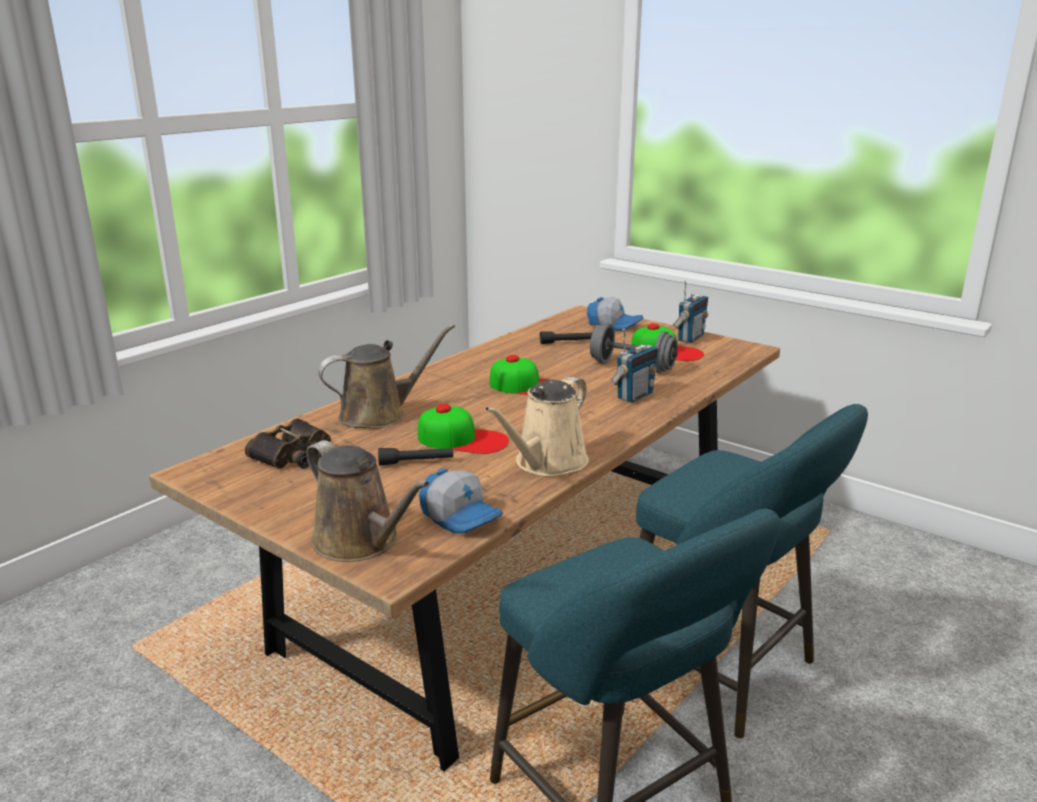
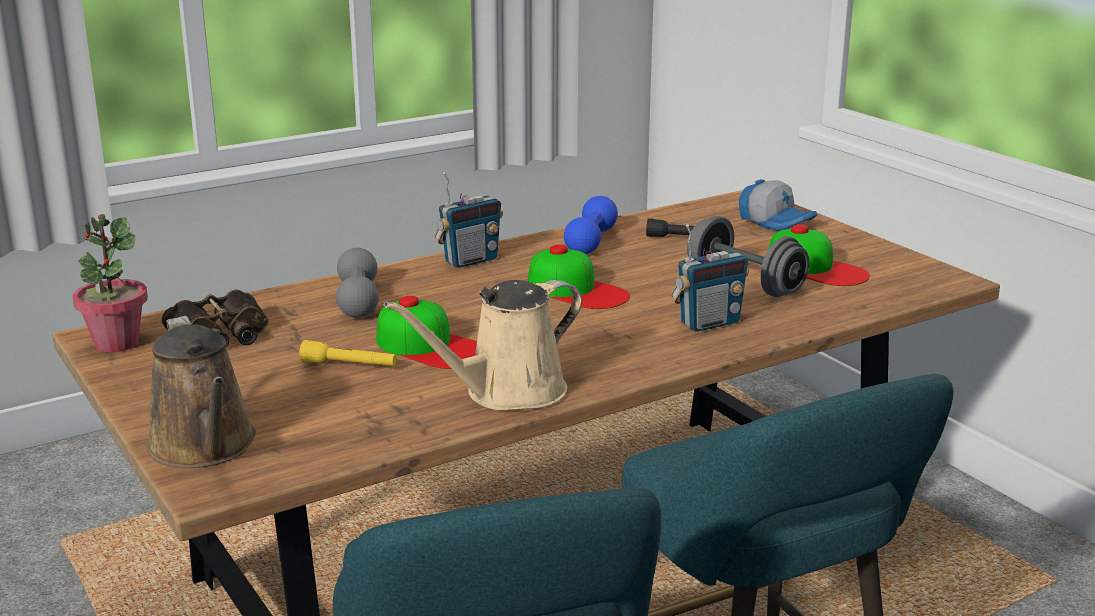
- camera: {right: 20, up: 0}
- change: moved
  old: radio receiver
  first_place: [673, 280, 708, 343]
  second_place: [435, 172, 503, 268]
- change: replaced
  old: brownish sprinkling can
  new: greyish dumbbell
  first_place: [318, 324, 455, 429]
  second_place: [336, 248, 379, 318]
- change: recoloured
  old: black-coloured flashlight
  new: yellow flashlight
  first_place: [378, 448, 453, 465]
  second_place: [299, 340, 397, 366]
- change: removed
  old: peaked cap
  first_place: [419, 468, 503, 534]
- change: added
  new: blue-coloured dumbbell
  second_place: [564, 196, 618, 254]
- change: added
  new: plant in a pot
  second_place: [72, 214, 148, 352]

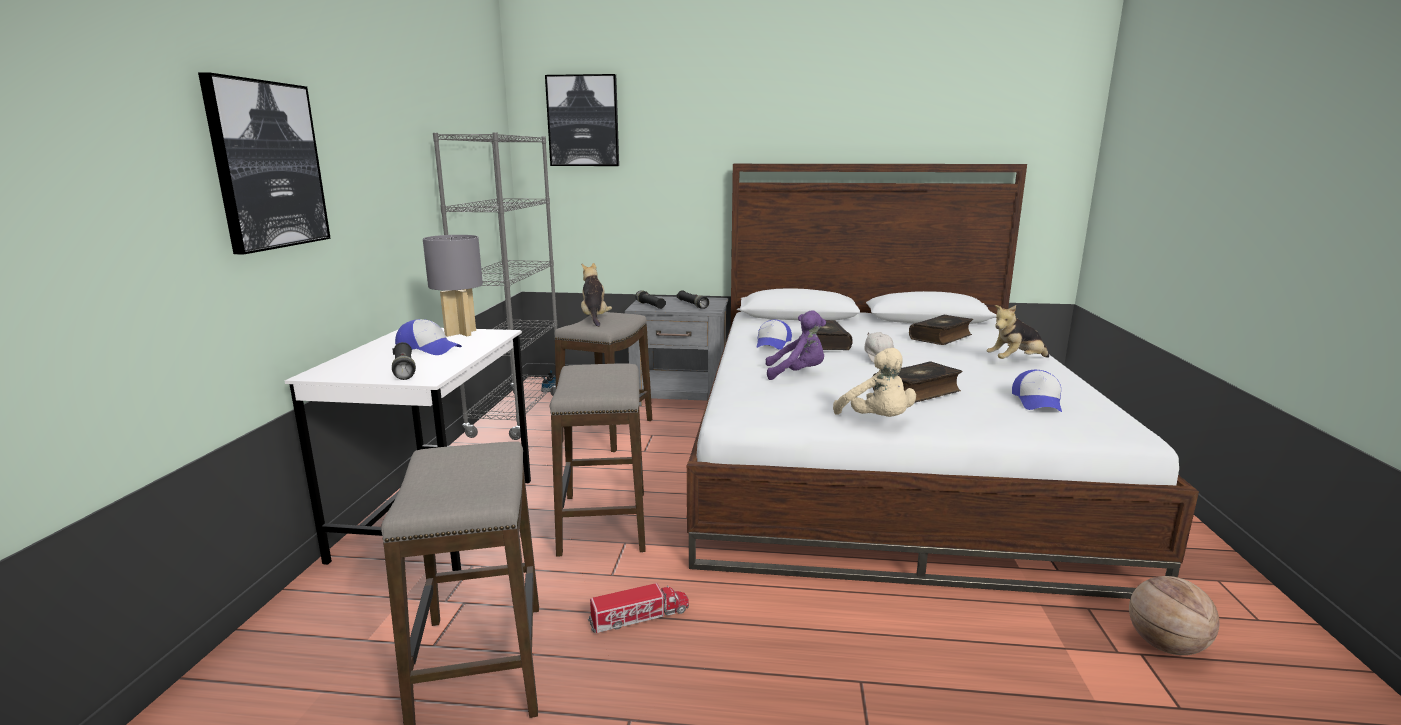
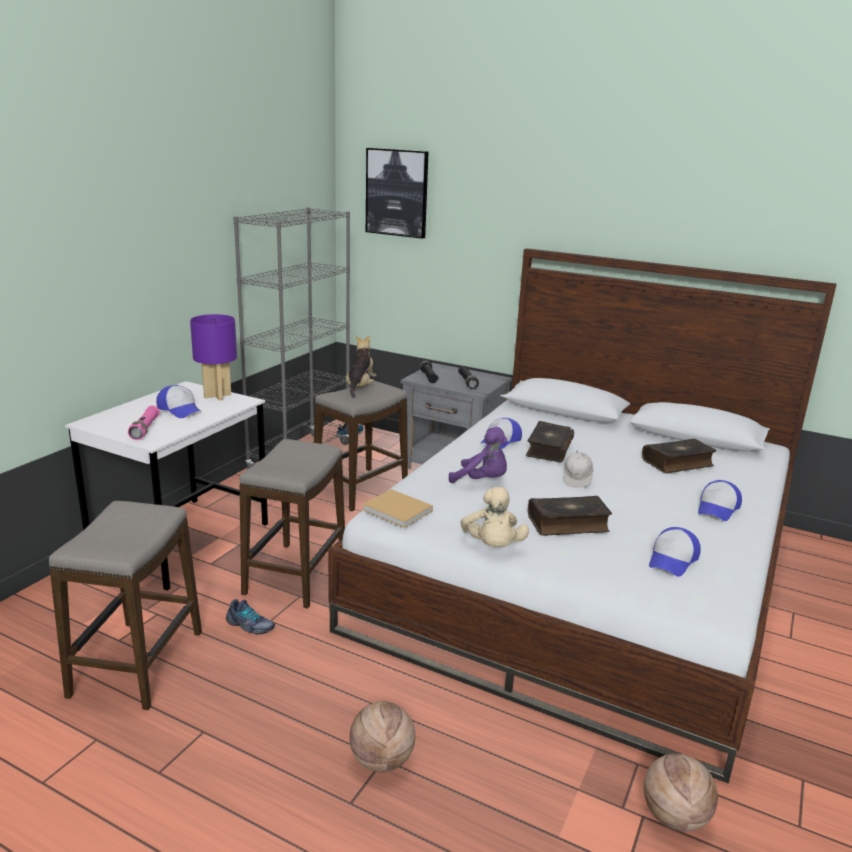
- camera: {right: 20, up: 5}
- change: removed
  old: picture
  first_place: [198, 72, 331, 254]
- change: recoloured
  old: greyish table lamp
  new: purplish table lamp
  first_place: [423, 235, 483, 337]
  second_place: [190, 314, 237, 400]
- change: replaced
  old: plush toy
  new: peaked cap
  first_place: [987, 305, 1049, 359]
  second_place: [698, 480, 742, 521]
- change: recoloured
  old: black-coloured flashlight
  new: pink-coloured flashlight
  first_place: [392, 342, 416, 380]
  second_place: [128, 406, 160, 440]
- change: removed
  old: toy truck
  first_place: [588, 583, 689, 633]
- change: added
  new: sand-coloured book
  second_place: [362, 489, 433, 528]
- change: added
  new: item of footwear
  second_place: [226, 599, 275, 634]
- change: added
  new: basketball
  second_place: [349, 701, 415, 772]

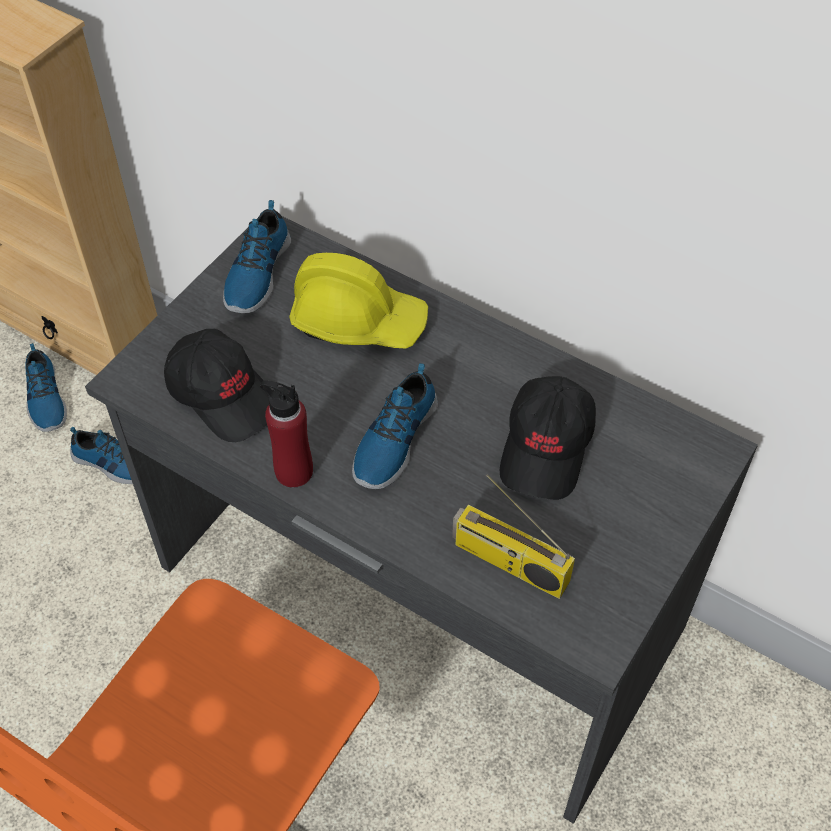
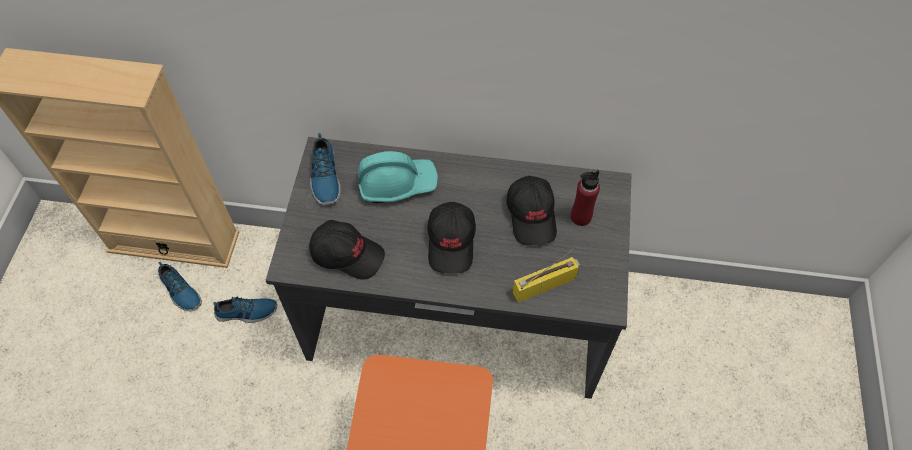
- camera: {right: -25, up: 5}
- change: recoloured
  old: yellow work helmet
  new: blue-green work helmet
  first_place: [289, 253, 428, 349]
  second_place: [358, 151, 438, 203]
- change: replaced
  old: item of footwear
  new: black-coloured peaked cap
  first_place: [352, 363, 438, 489]
  second_place: [427, 202, 476, 273]
- change: moved
  old: reddish bottle
  first_place: [260, 381, 313, 488]
  second_place: [571, 170, 600, 226]
- change: turned
  old: radio receiver
  first_place: [452, 474, 575, 599]
  second_place: [512, 249, 580, 303]
  degrees: 150

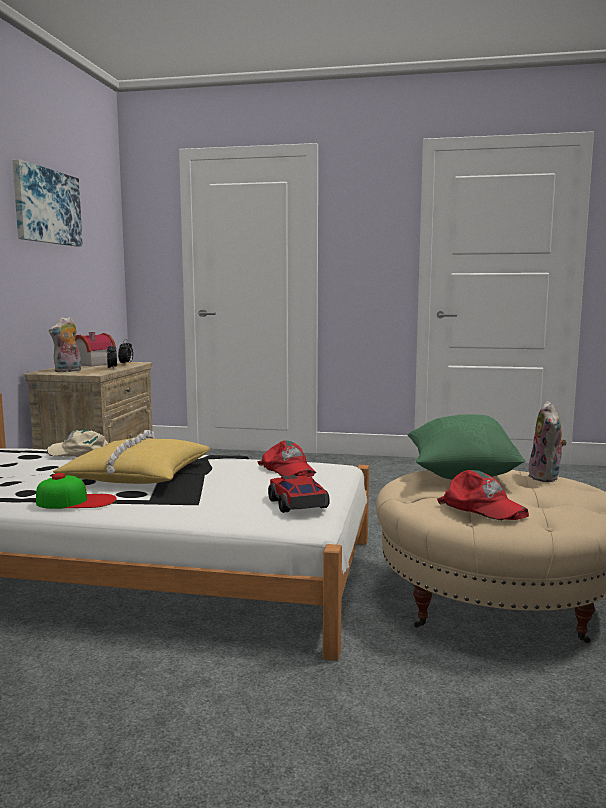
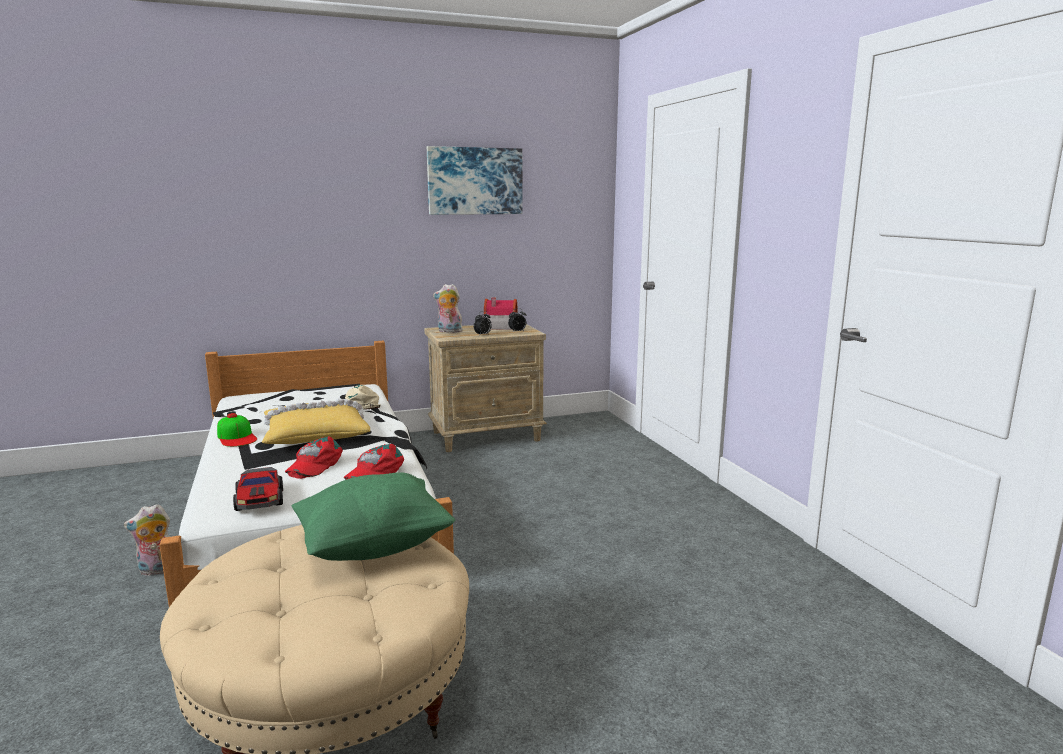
- camera: {right: 60, up: 5}
- change: moved
  old: plush toy
  first_place: [529, 401, 567, 482]
  second_place: [124, 504, 170, 576]
- change: moved
  old: reddish peaked cap
  first_place: [437, 470, 529, 520]
  second_place: [285, 437, 343, 479]
- change: turned
  old: toy car
  first_place: [268, 475, 330, 513]
  second_place: [233, 467, 283, 511]
  degrees: 120

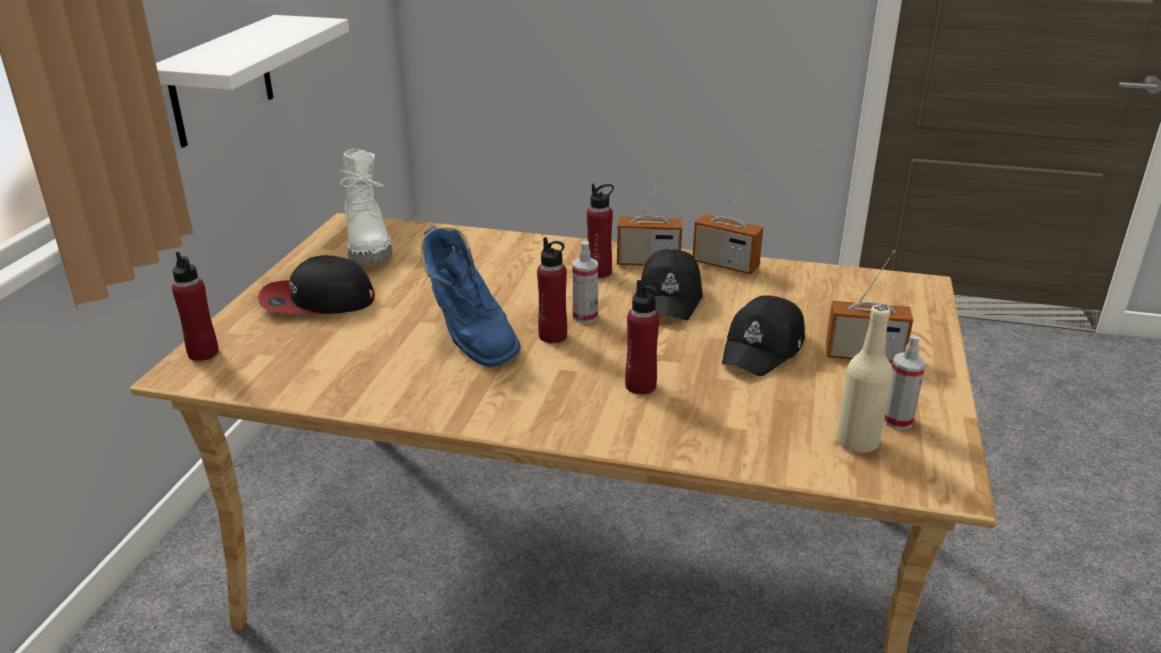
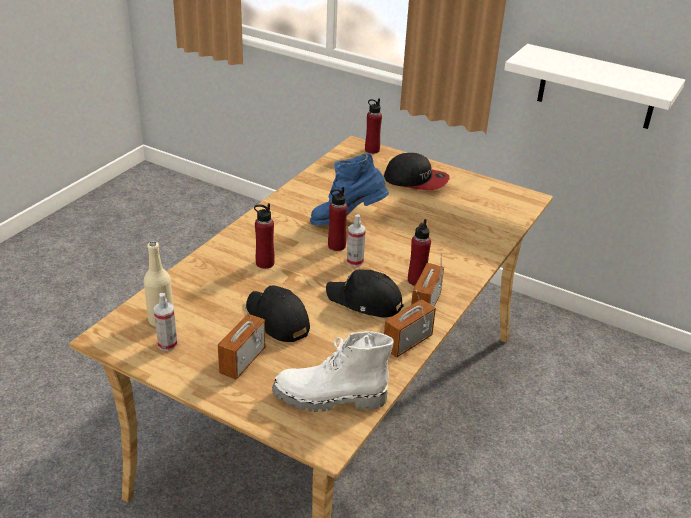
- camera: {right: 105, up: 5}
- change: moved
  old: white-coloured boot
  first_place: [338, 149, 392, 265]
  second_place: [272, 331, 394, 412]
- change: turned
  old: peaked cap
  first_place: [258, 255, 375, 314]
  second_place: [384, 153, 450, 190]
  degrees: 105

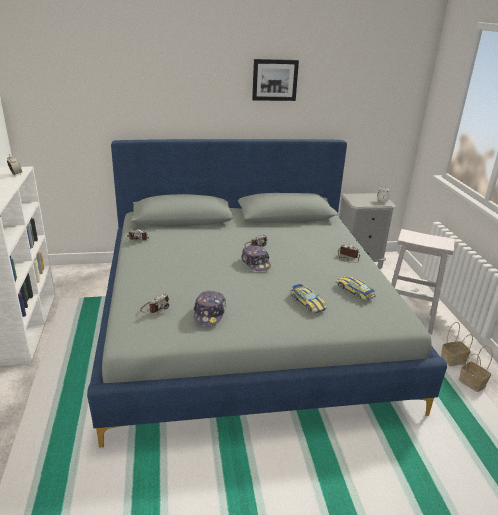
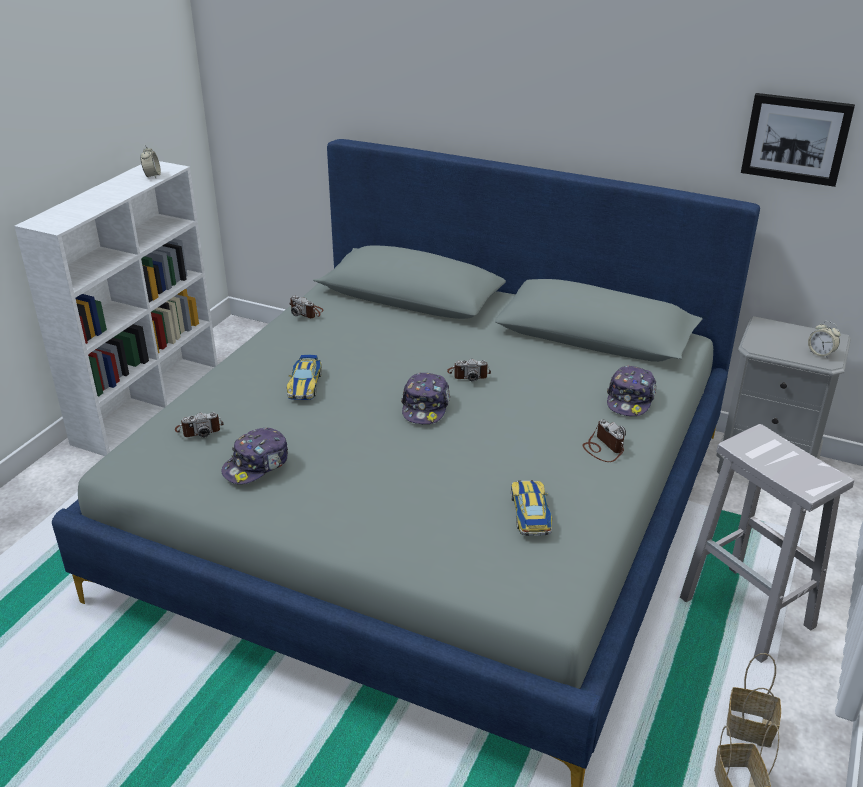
- camera: {right: 35, up: 5}
- change: moved
  old: picture
  first_place: [252, 59, 299, 101]
  second_place: [741, 93, 855, 187]
- change: moved
  old: toy car
  first_place: [290, 284, 327, 313]
  second_place: [287, 354, 322, 400]
- change: added
  new: peaked cap
  second_place: [607, 365, 656, 416]

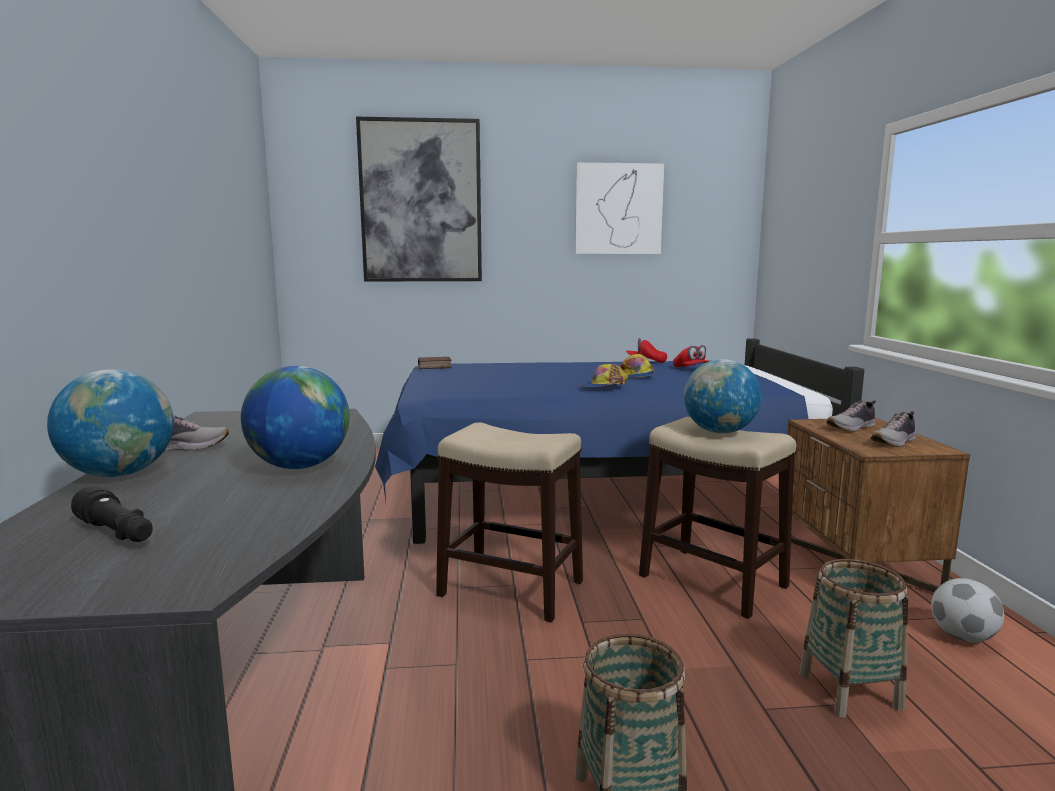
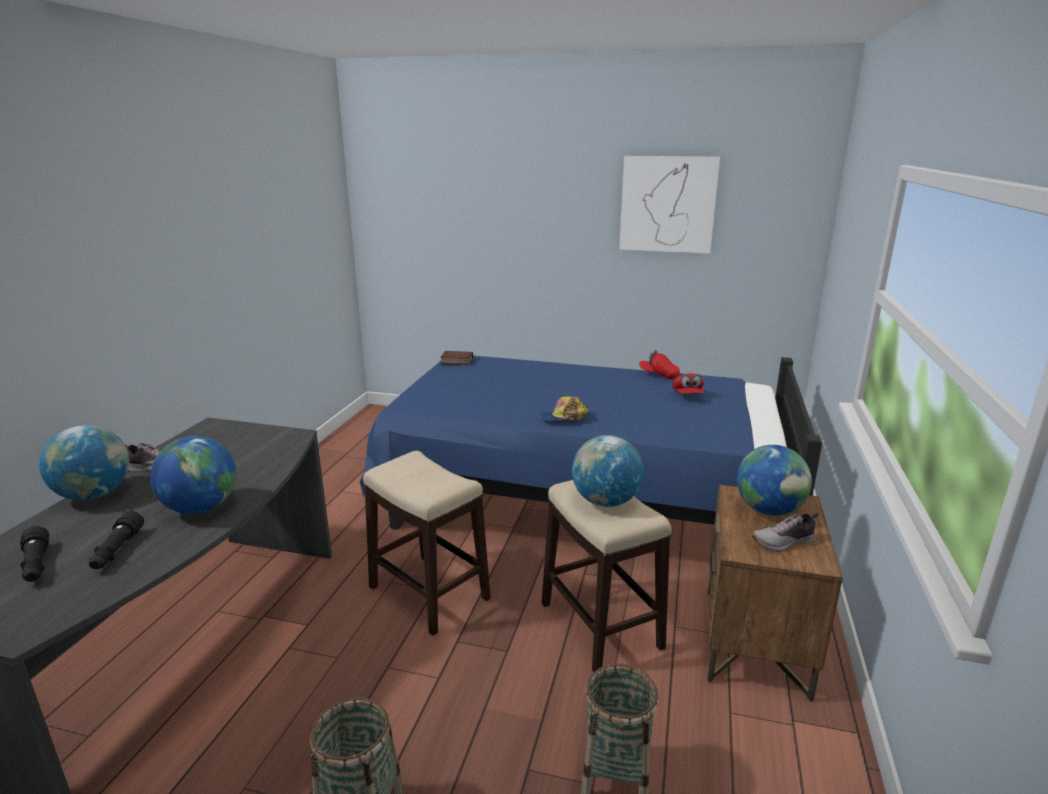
- camera: {right: 20, up: 10}
- change: removed
  old: picture
  first_place: [356, 117, 482, 282]
- change: removed
  old: peaked cap
  first_place: [620, 354, 655, 378]
- change: replaced
  old: item of footwear
  new: world globe
  first_place: [826, 400, 876, 432]
  second_place: [737, 445, 812, 516]
- change: removed
  old: football ball
  first_place: [931, 578, 1004, 642]
- change: added
  new: black-coloured flashlight
  second_place: [89, 511, 144, 569]

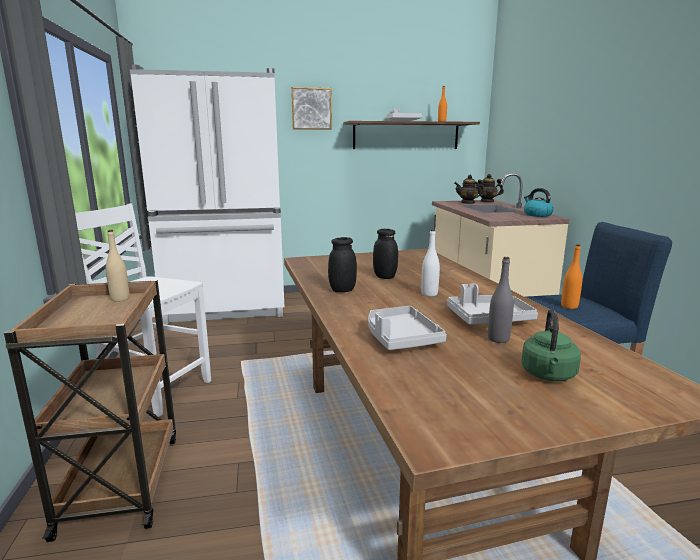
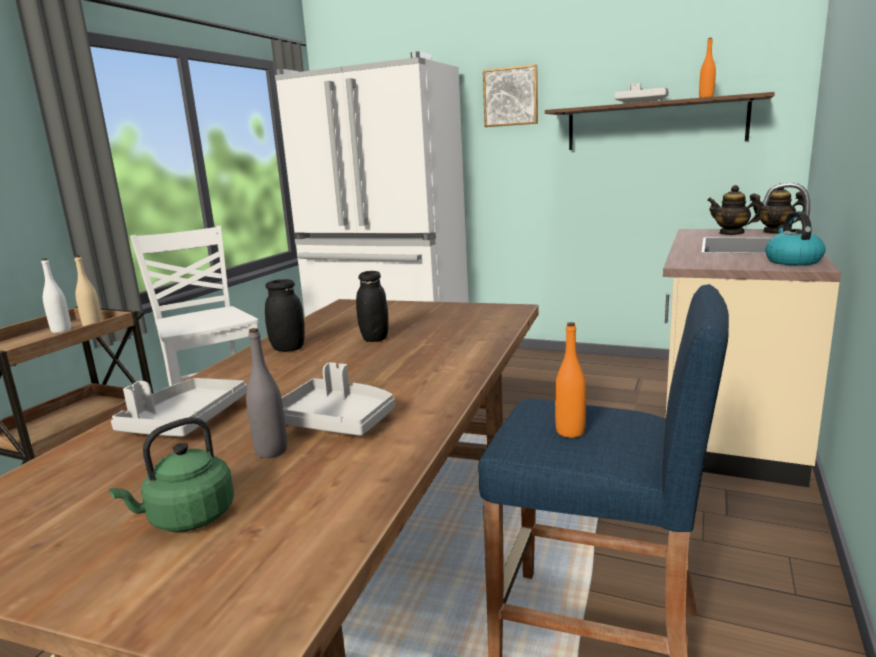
- camera: {right: 35, up: 0}
- change: moved
  old: white-coloured bottle
  first_place: [421, 229, 440, 296]
  second_place: [41, 258, 71, 333]

